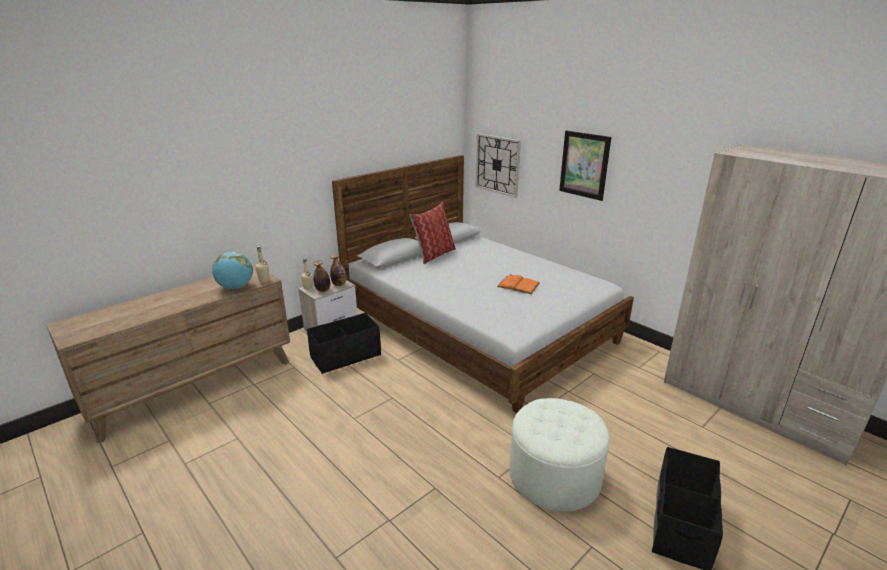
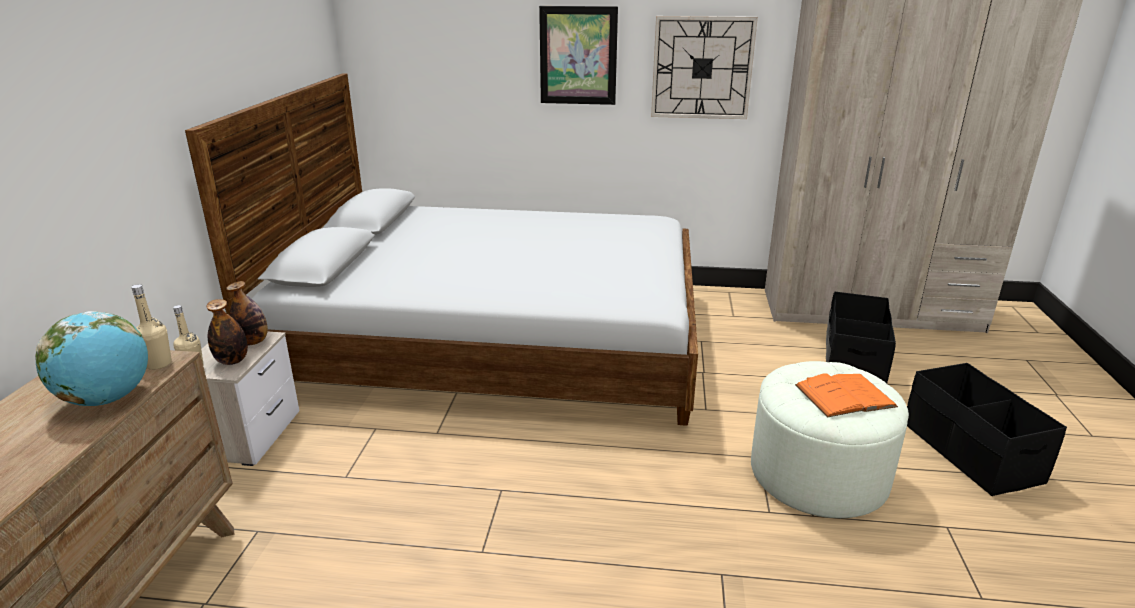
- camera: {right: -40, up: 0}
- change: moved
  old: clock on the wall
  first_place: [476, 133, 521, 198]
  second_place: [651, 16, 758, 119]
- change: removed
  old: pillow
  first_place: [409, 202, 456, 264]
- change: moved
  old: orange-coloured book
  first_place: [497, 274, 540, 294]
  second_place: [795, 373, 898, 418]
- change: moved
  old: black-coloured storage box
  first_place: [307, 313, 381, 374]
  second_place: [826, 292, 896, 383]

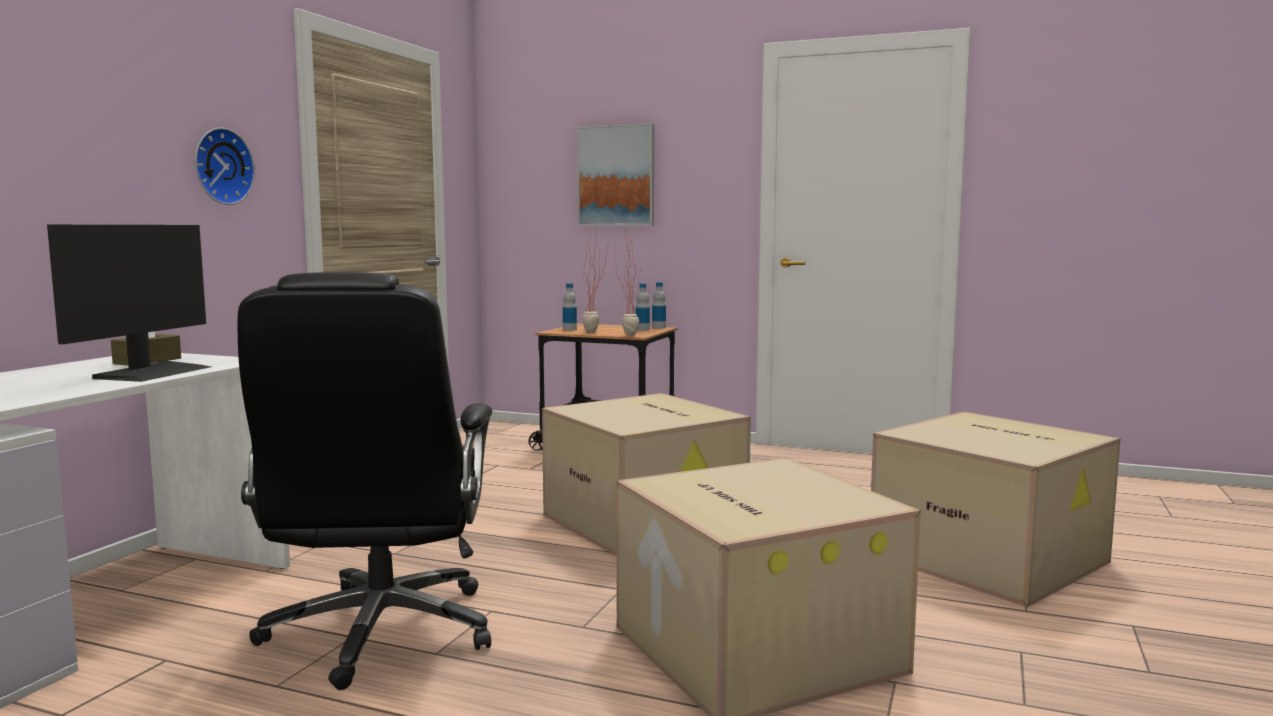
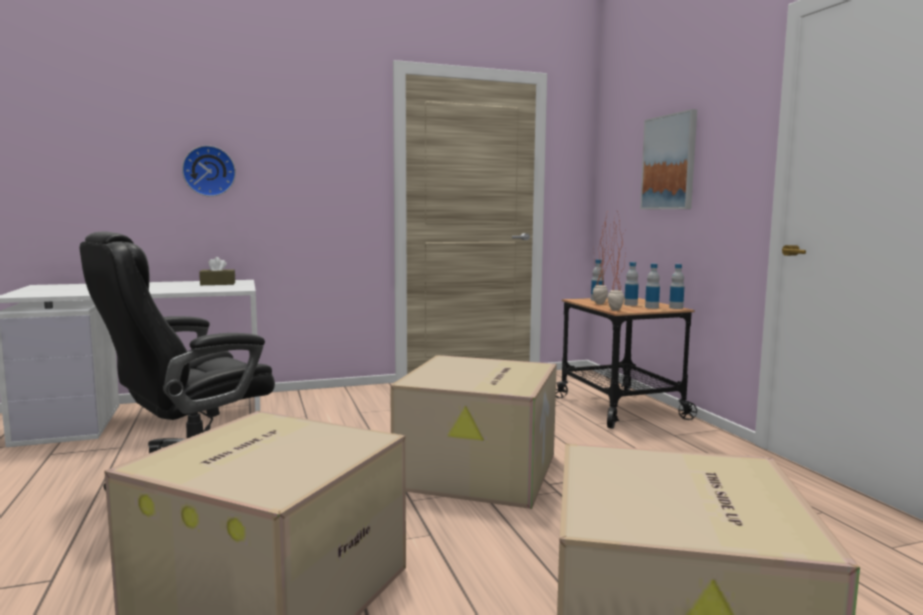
- camera: {right: 50, up: 0}
- change: moved
  old: clock on the wall
  first_place: [195, 128, 255, 205]
  second_place: [182, 145, 236, 197]
- change: removed
  old: computer display
  first_place: [47, 225, 211, 382]
- change: added
  new: bottle
  second_place: [624, 262, 639, 306]

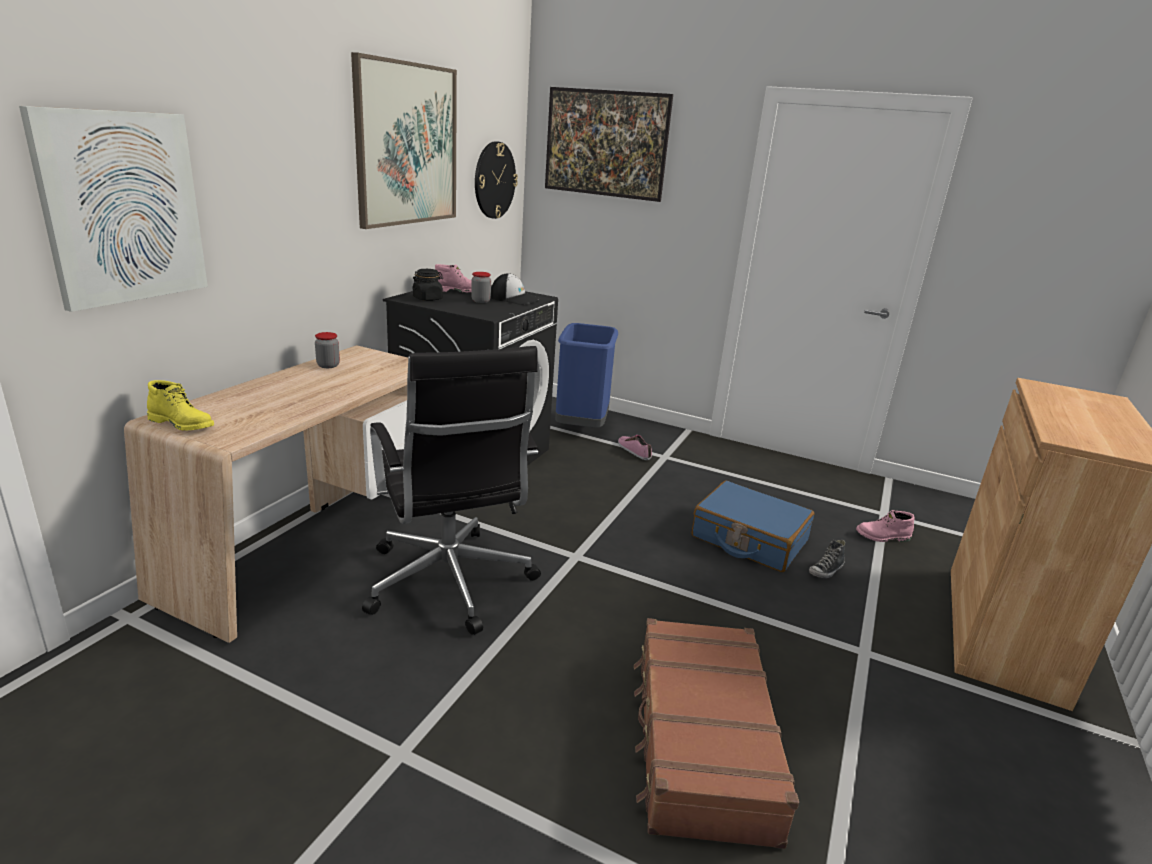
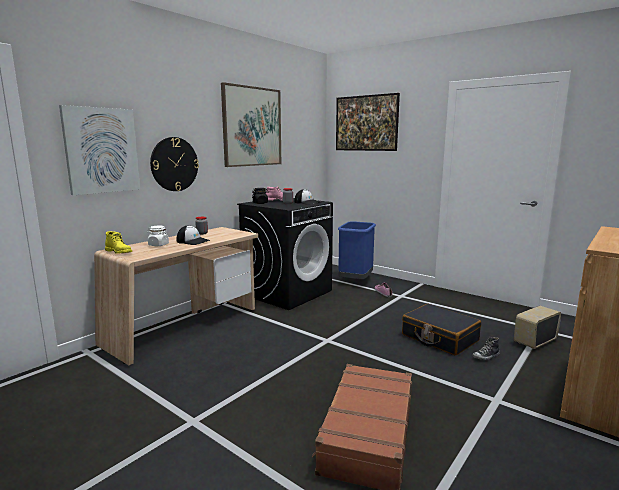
- camera: {right: 15, up: -10}
- change: moved
  old: clock on the wall
  first_place: [475, 141, 518, 219]
  second_place: [150, 137, 199, 191]
- change: removed
  old: black-coloured computer chair
  first_place: [362, 346, 541, 635]
- change: recoloured
  old: blue-coloured piece of luggage
  new: black-coloured piece of luggage
  first_place: [691, 481, 814, 572]
  second_place: [402, 304, 481, 356]
- change: replaced
  old: pink-coloured boot
  new: radio receiver
  first_place: [856, 510, 915, 542]
  second_place: [514, 306, 561, 349]
- change: added
  new: peaked cap
  second_place: [177, 225, 210, 245]
- change: added
  new: white-coloured jar
  second_place: [147, 226, 169, 246]

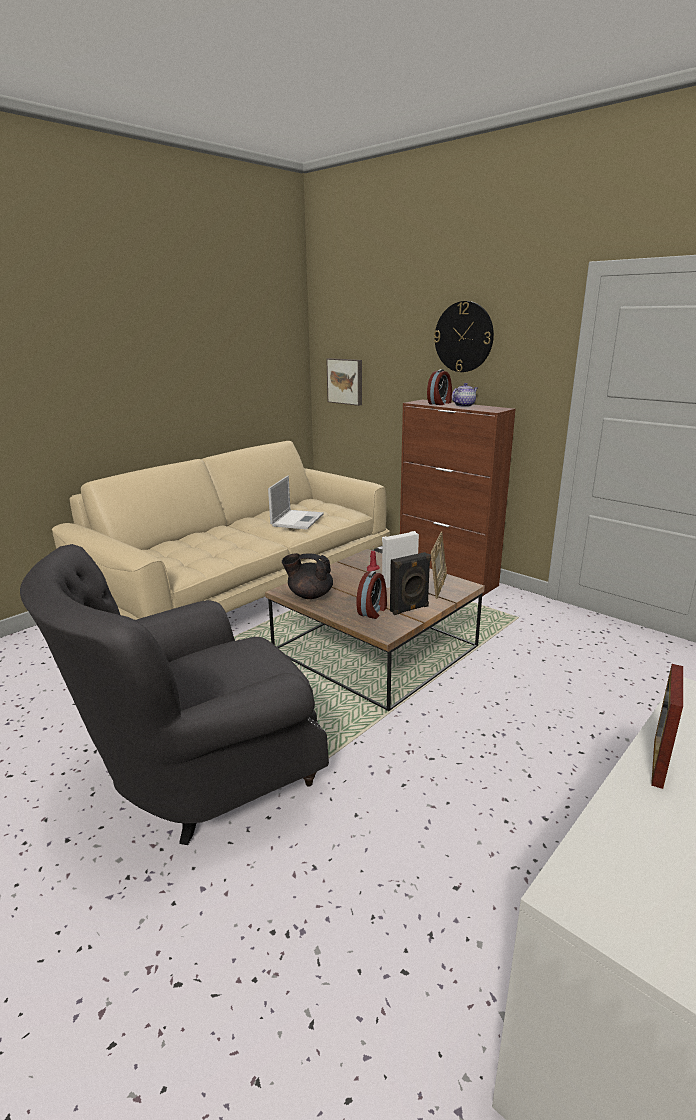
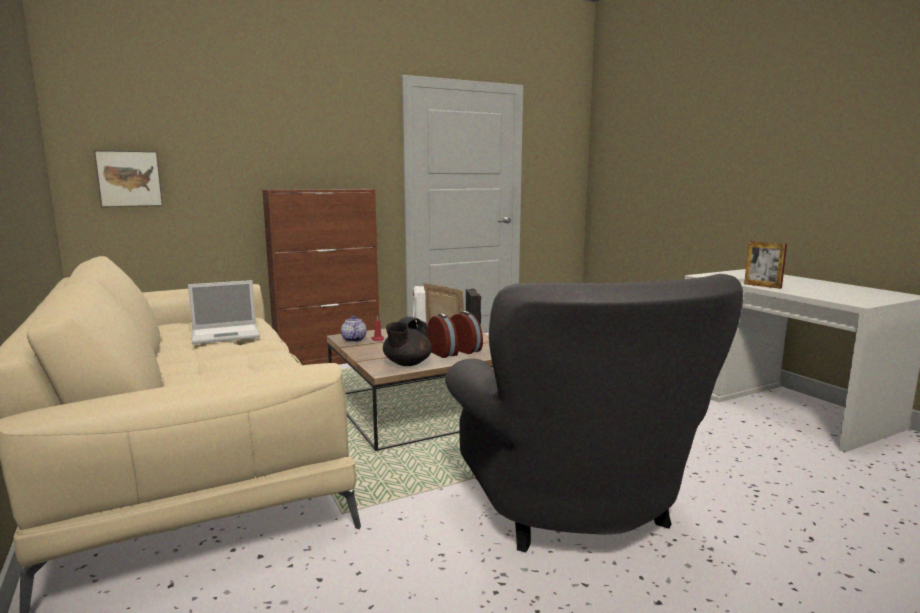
- camera: {right: -70, up: -10}
- change: removed
  old: clock on the wall
  first_place: [434, 301, 494, 372]
- change: moved
  old: table clock
  first_place: [427, 369, 452, 405]
  second_place: [428, 314, 459, 358]
- change: moved
  old: teapot
  first_place: [452, 383, 477, 407]
  second_place: [341, 316, 367, 342]
- change: turned
  old: portable computer
  first_place: [268, 476, 324, 530]
  second_place: [188, 280, 260, 344]
  degrees: 120

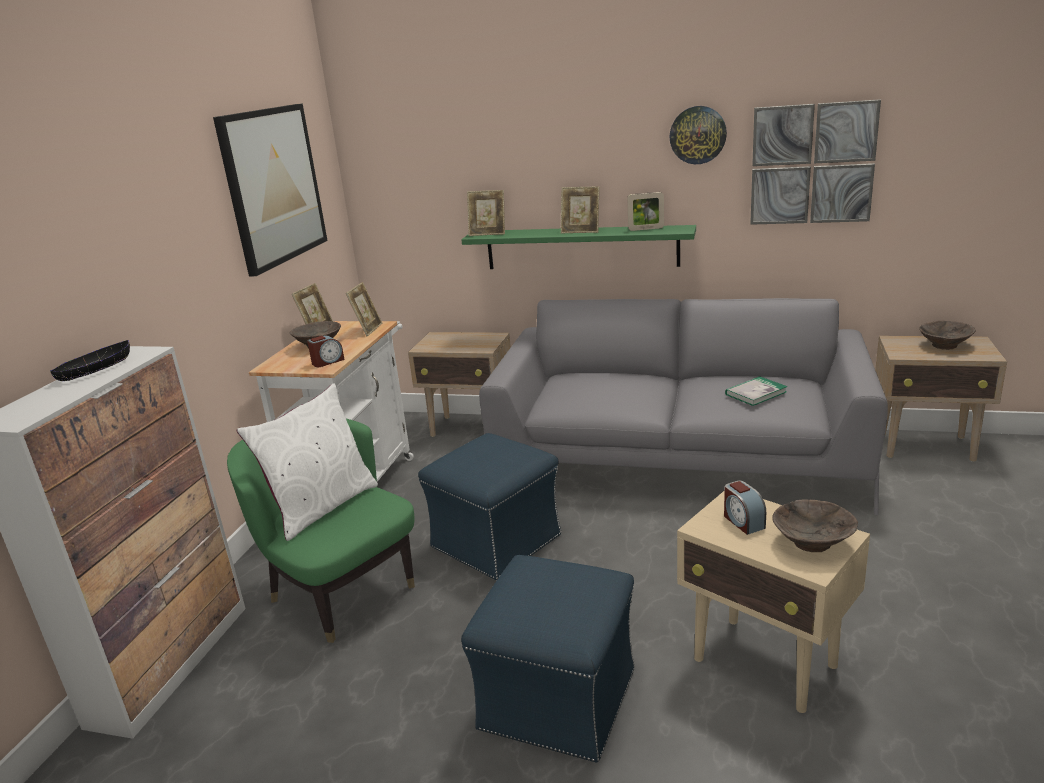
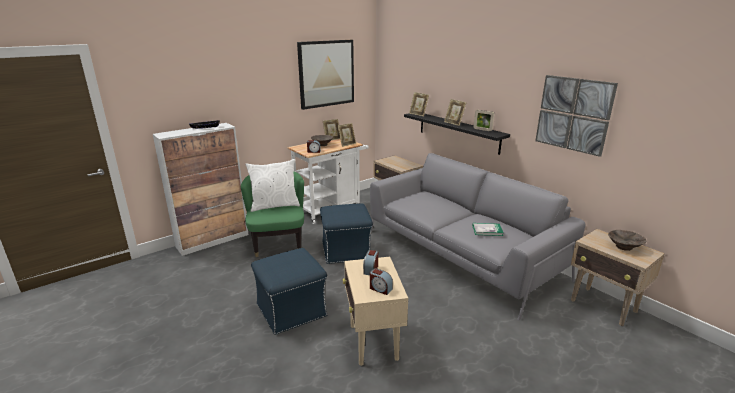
- camera: {right: 35, up: 0}
- change: removed
  old: clock on the wall
  first_place: [669, 106, 727, 164]
- change: recoloured
  old: greenish wall shelf
  new: black-coloured wall shelf
  first_place: [461, 225, 696, 269]
  second_place: [404, 113, 510, 155]
- change: replaced
  old: brownish bowl
  new: table clock
  first_place: [772, 499, 858, 552]
  second_place: [370, 268, 393, 295]

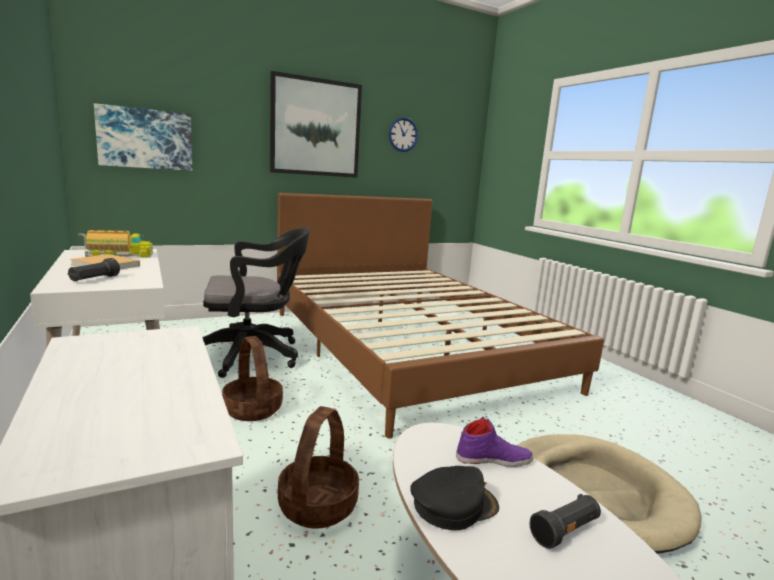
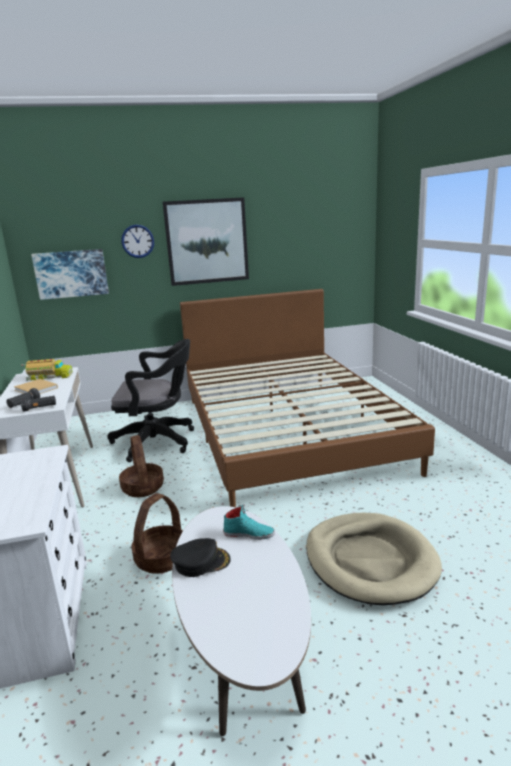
- camera: {right: 15, up: 5}
- change: moved
  old: clock on the wall
  first_place: [389, 117, 418, 152]
  second_place: [121, 225, 154, 258]
- change: recoloured
  old: purplish item of footwear
  new: blue-green item of footwear
  first_place: [456, 417, 533, 467]
  second_place: [223, 505, 275, 540]
- change: moved
  old: black-coloured flashlight
  first_place: [529, 494, 601, 549]
  second_place: [21, 395, 56, 412]

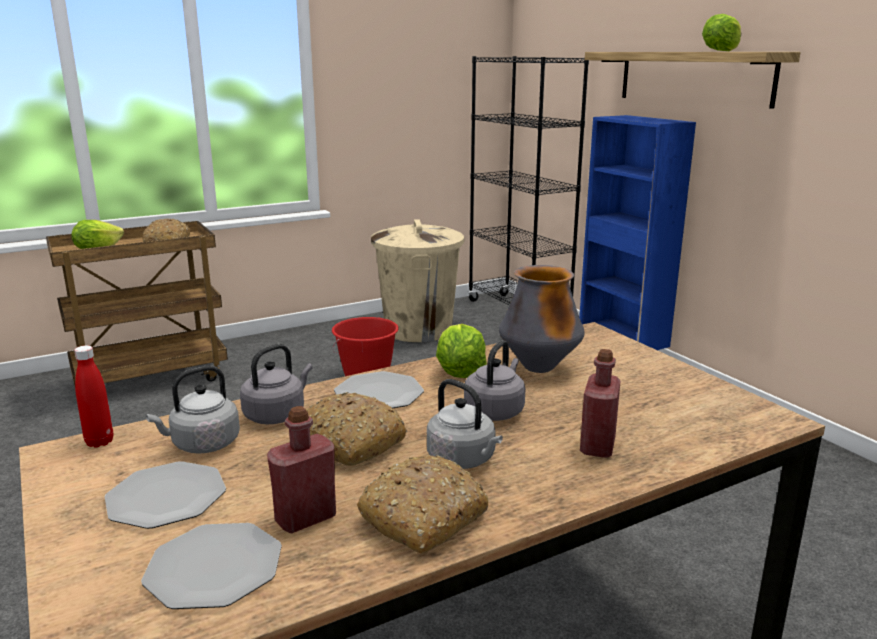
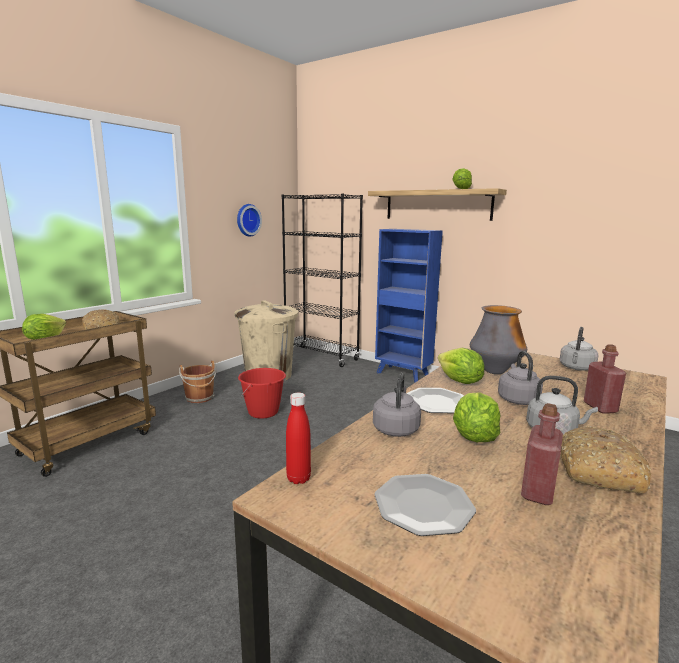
- camera: {right: -25, up: -5}
- change: moved
  old: greyish kettle
  first_place: [146, 365, 240, 454]
  second_place: [560, 327, 599, 370]
- change: replaced
  old: bakery bread
  new: lettuce head
  first_place: [306, 392, 408, 466]
  second_place: [453, 392, 500, 442]
- change: removed
  old: flat dish
  first_place: [141, 523, 282, 609]
- change: added
  new: clock on the wall
  second_place: [237, 204, 262, 237]
- change: added
  new: brownish pail
  second_place: [179, 361, 217, 403]

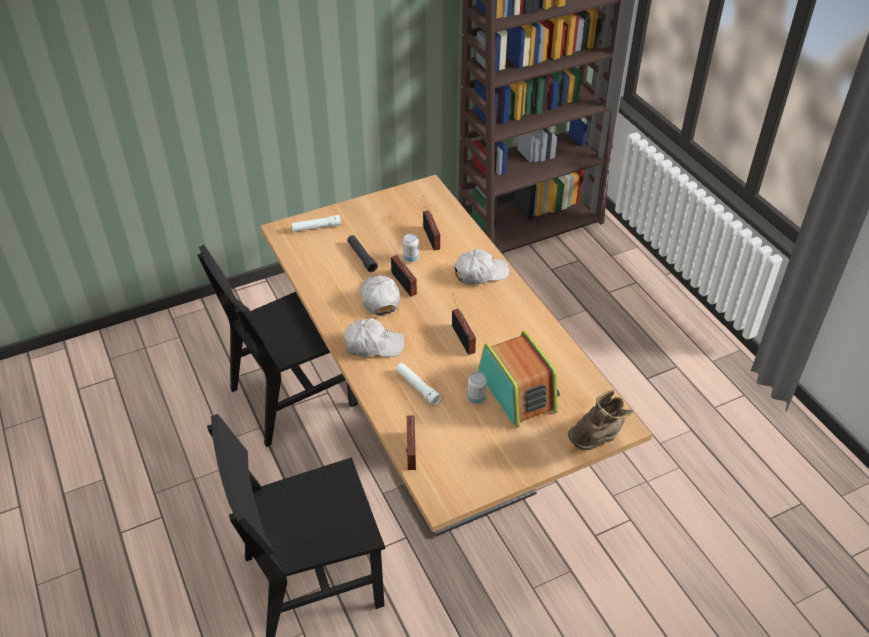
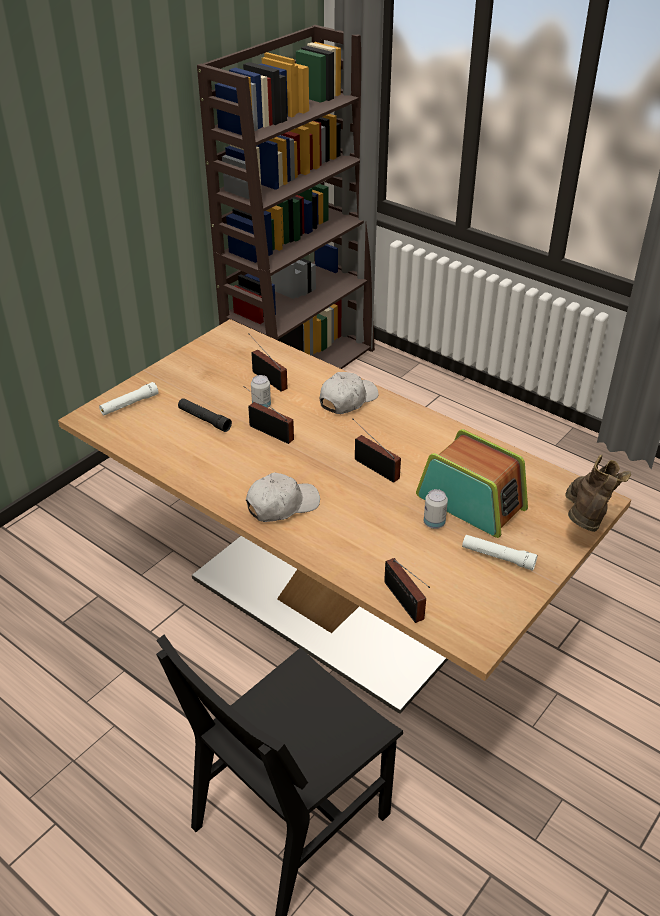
- camera: {right: -25, up: -5}
- change: removed
  old: black-coloured upright chair
  first_place: [197, 245, 358, 447]
- change: removed
  old: white-coloured peaked cap
  first_place: [360, 275, 400, 315]
- change: moved
  old: white-coloured flashlight
  first_place: [396, 363, 441, 405]
  second_place: [462, 535, 538, 571]

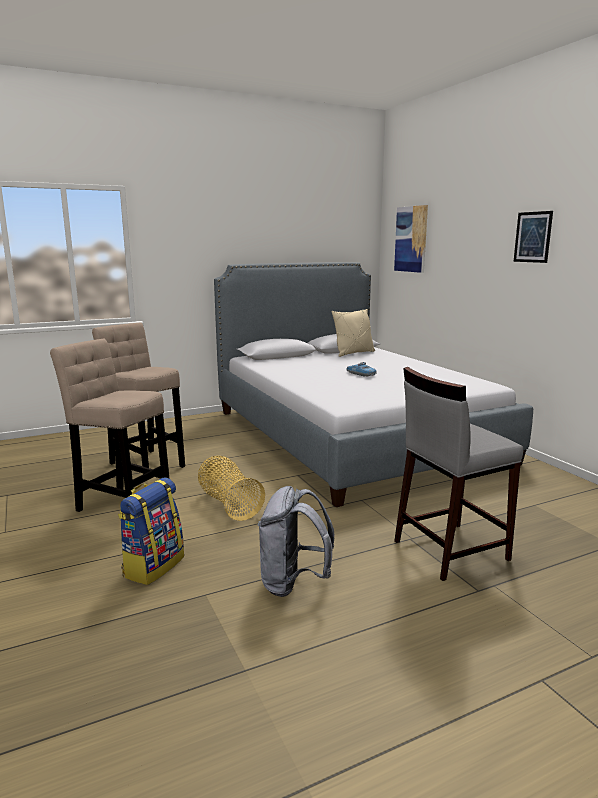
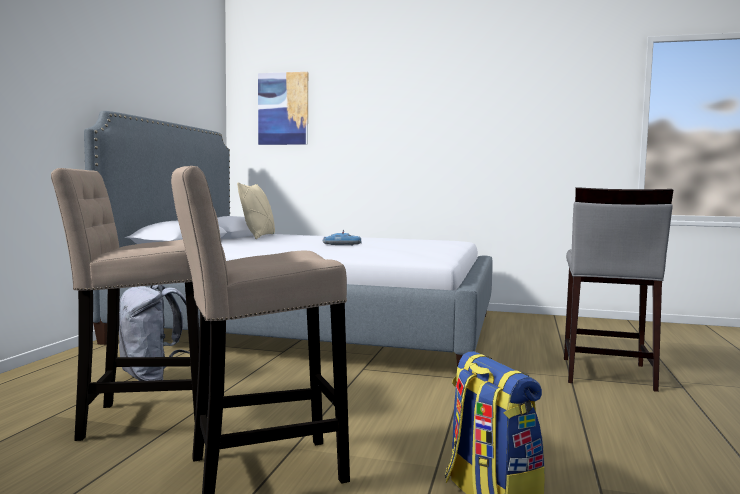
- camera: {right: -50, up: -10}
- change: removed
  old: picture
  first_place: [514, 211, 553, 263]
- change: removed
  old: storage basket
  first_place: [198, 456, 265, 521]
- change: moved
  old: greyish rucksack
  first_place: [258, 486, 334, 597]
  second_place: [119, 285, 190, 381]

